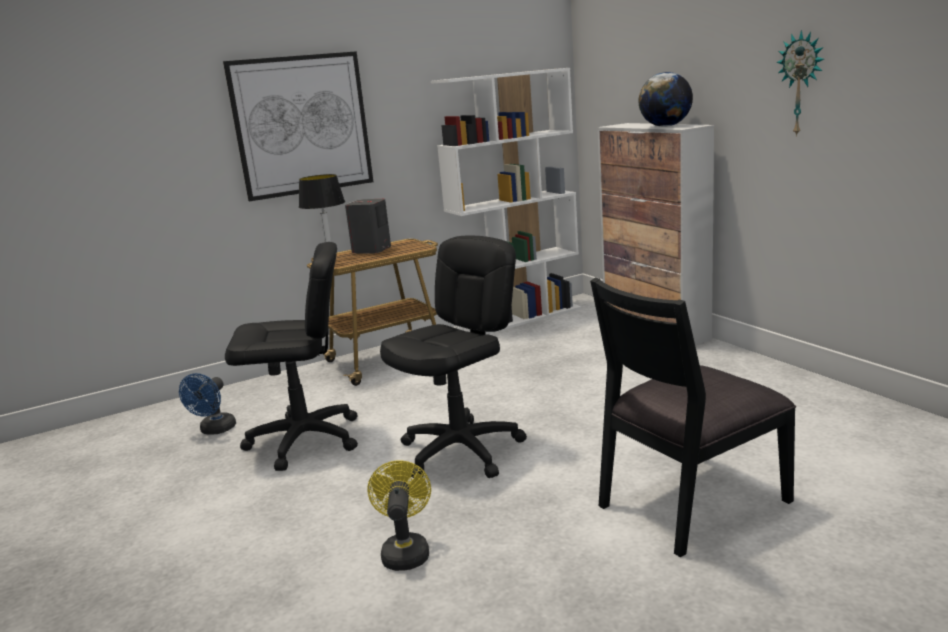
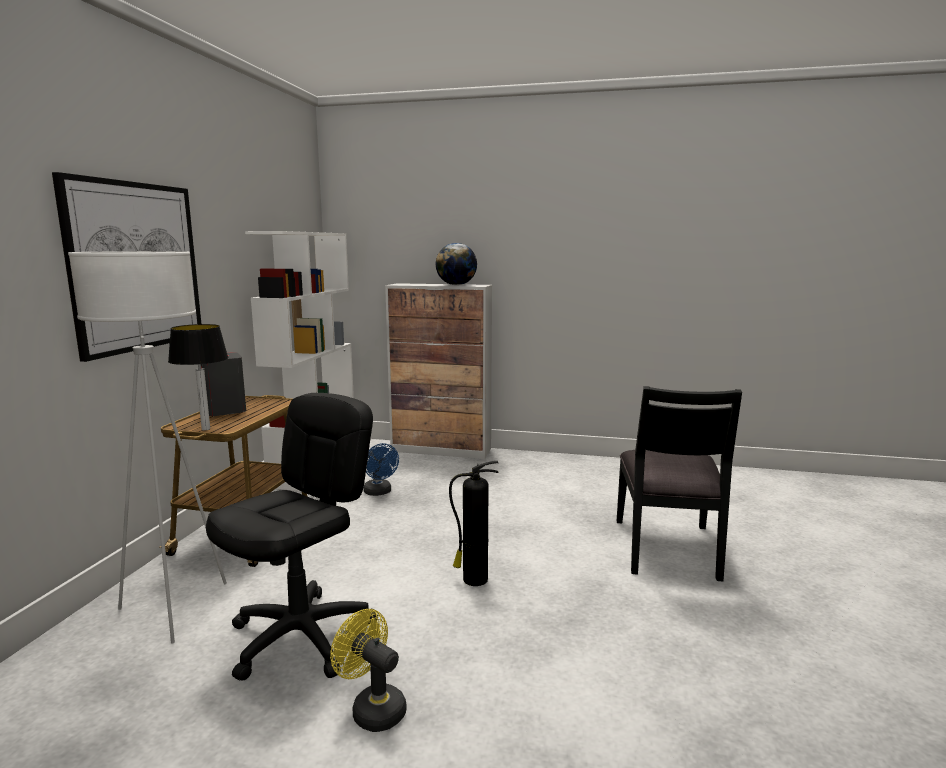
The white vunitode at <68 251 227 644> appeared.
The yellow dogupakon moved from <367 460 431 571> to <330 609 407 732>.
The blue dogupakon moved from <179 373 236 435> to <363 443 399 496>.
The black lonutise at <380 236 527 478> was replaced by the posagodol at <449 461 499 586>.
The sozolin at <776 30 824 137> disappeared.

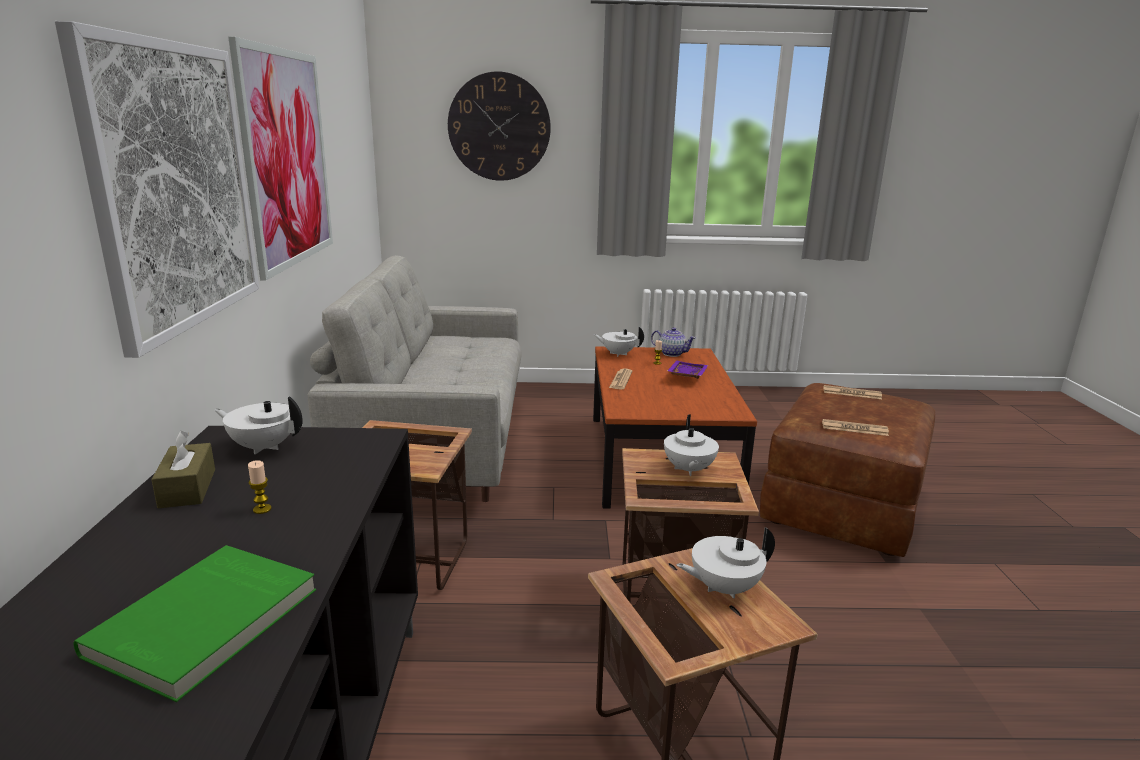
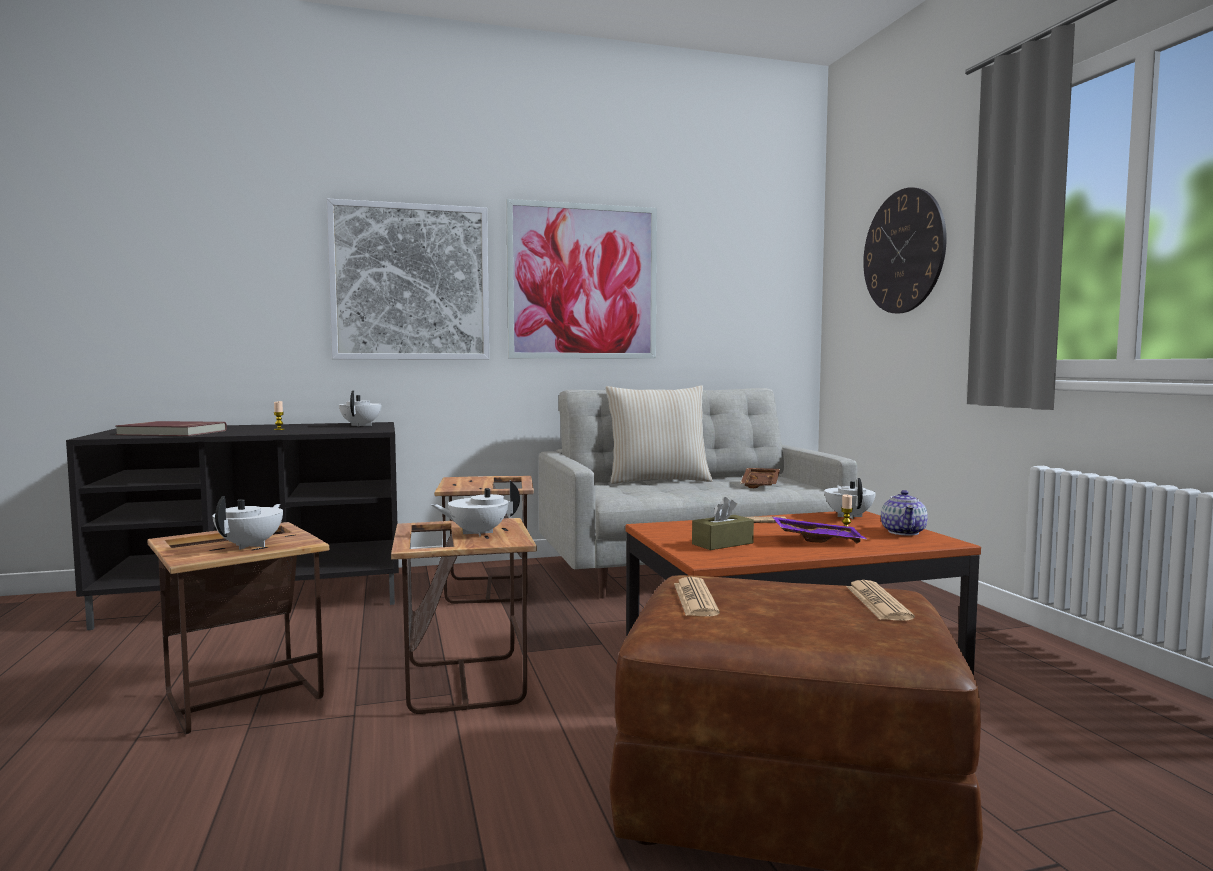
The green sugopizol at <73 545 316 702> became the red sugopizol at <115 421 227 436>.
The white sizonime at <677 527 775 599> turned 45 degrees clockwise.
The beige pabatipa at <605 386 713 484> appeared.
The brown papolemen moved from <151 430 215 509> to <692 497 754 550>.
The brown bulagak at <740 468 780 488> appeared.

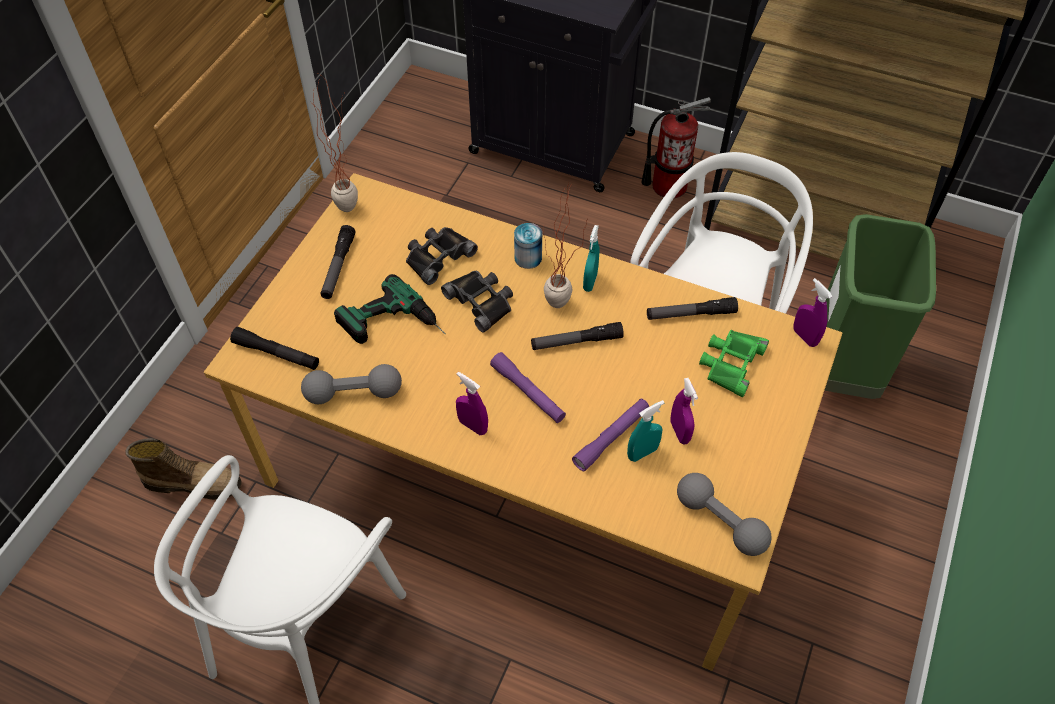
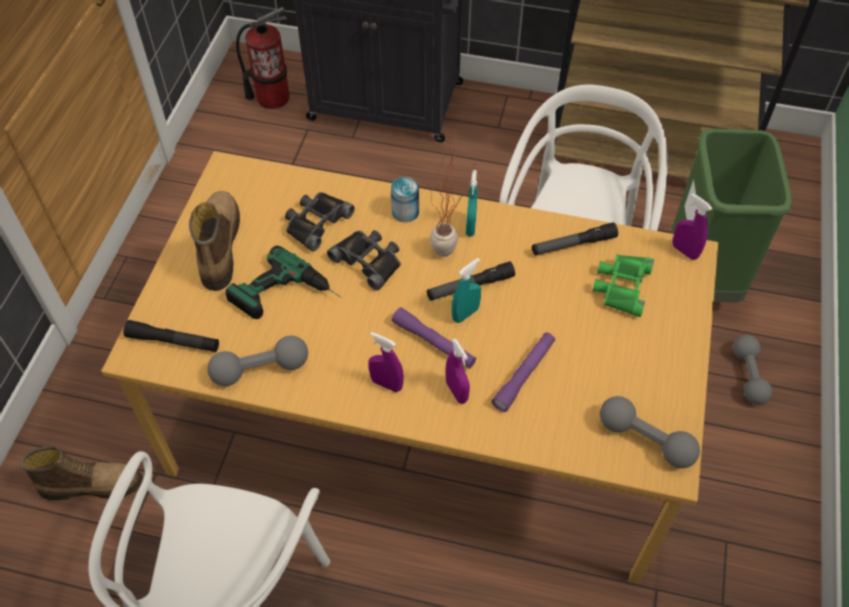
The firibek at <321 225 356 299> was replaced by the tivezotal at <189 191 240 291>.
The posagodol moved from <641 97 711 199> to <236 7 290 109>.
The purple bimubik moved from <670 378 698 444> to <446 338 470 404>.
The turquoise bimubik moved from <627 400 664 462> to <451 258 481 323>.
The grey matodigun at <733 335 772 405> appeared.
The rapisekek at <313 74 358 212> disappeared.

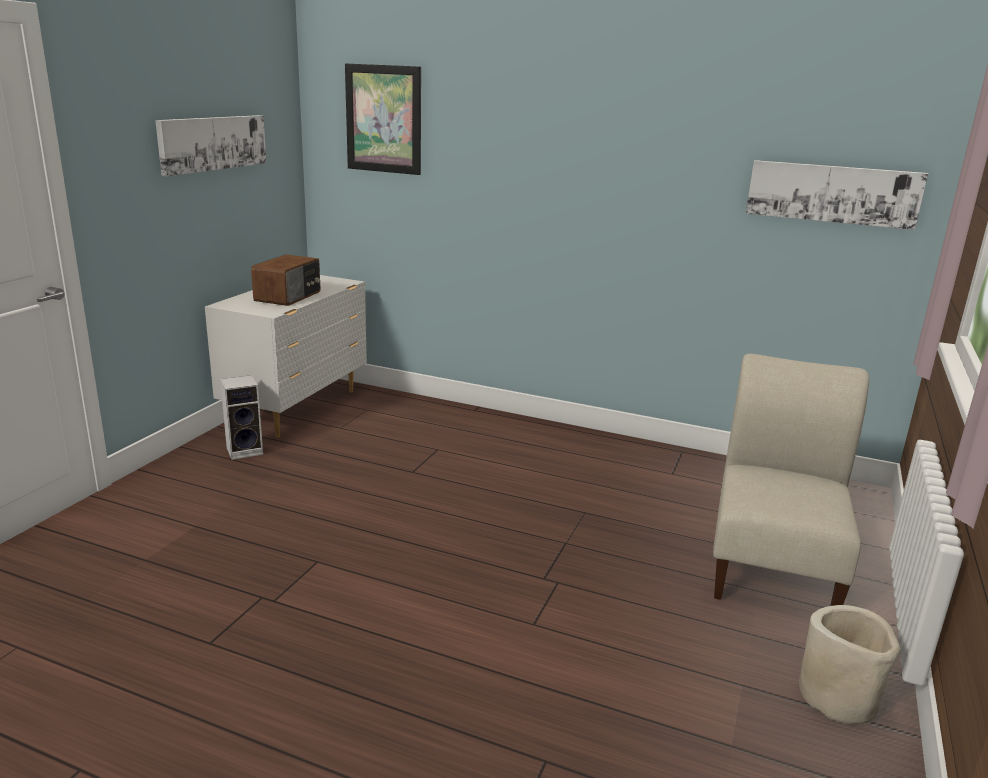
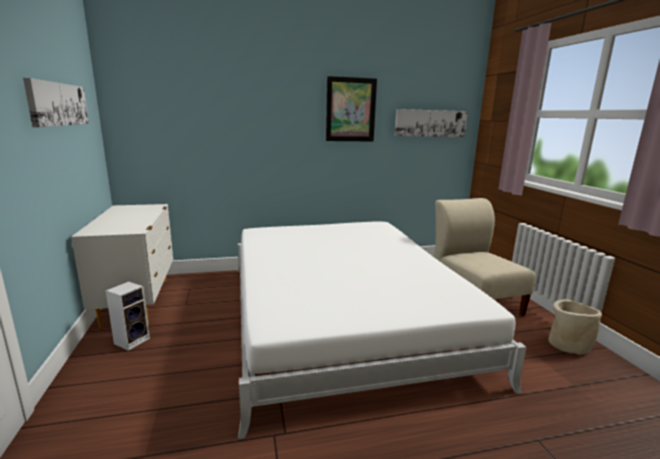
The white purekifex at <237 222 527 439> appeared.
The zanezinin moved from <345 64 421 175> to <326 76 377 142>.
The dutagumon at <251 254 320 306> disappeared.

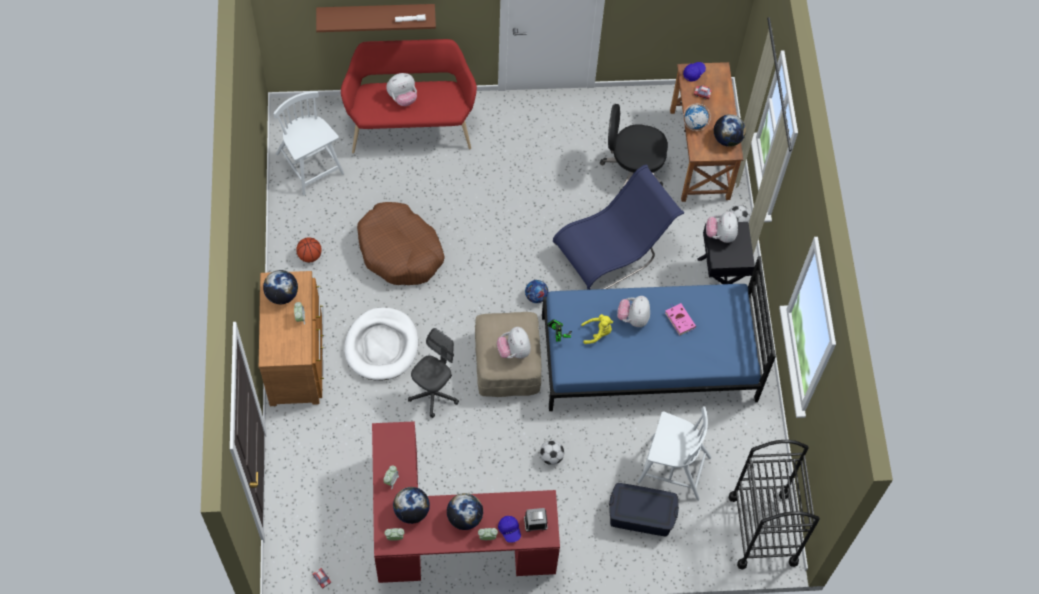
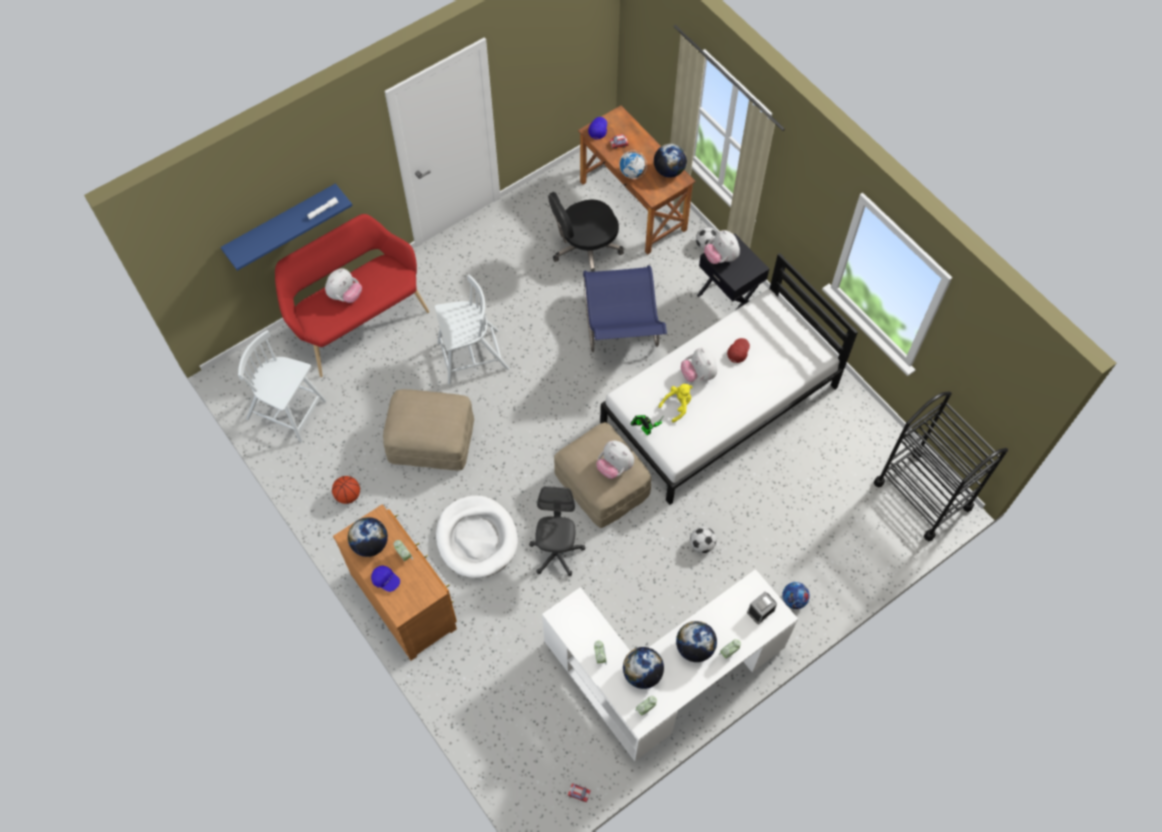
The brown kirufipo at <316 4 436 32> became the blue kirufipo at <221 183 352 271>.
The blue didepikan moved from <498 516 521 543> to <371 566 400 592>.
The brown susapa at <357 202 445 285> was replaced by the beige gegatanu at <383 389 474 470>.
The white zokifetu moved from <637 406 711 501> to <435 274 509 385>.
The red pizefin at <372 421 560 583> became the white pizefin at <542 569 798 761>.
The blue zokifetu at <553 164 684 290> turned 150 degrees clockwise.
The blue purekifex at <542 256 776 411> became the white purekifex at <600 253 858 505>.
The pink sugopizol at <665 303 696 336> was replaced by the red didepikan at <727 338 750 363>.
The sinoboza moved from <525 280 548 303> to <782 582 810 609>.
The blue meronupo at <609 483 679 537> disappeared.

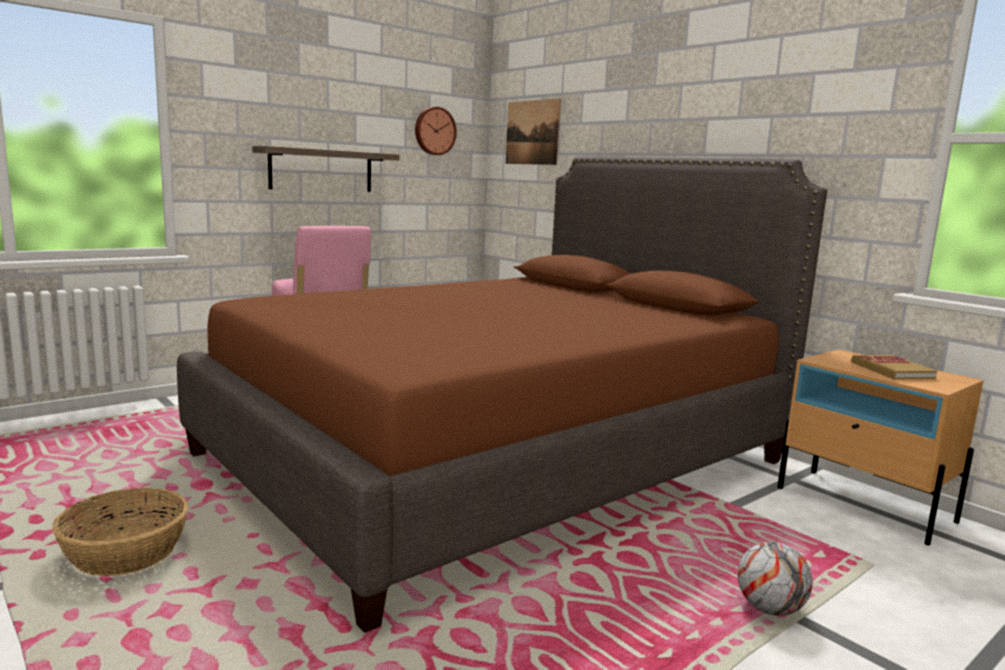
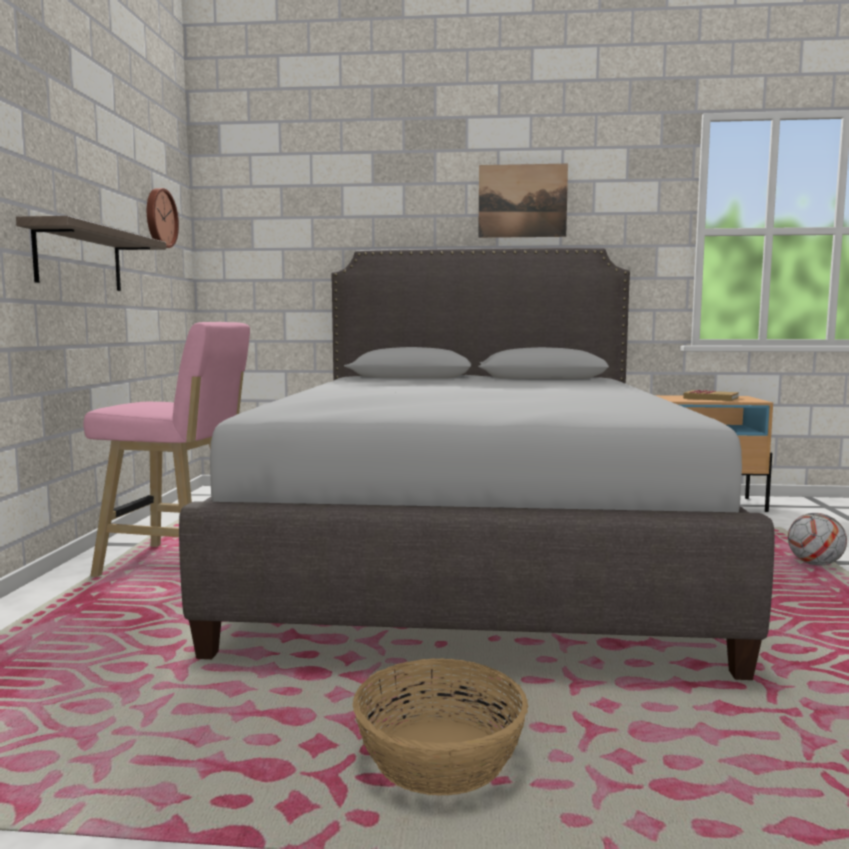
The brown purekifex at <177 157 827 633> became the grey purekifex at <179 248 774 680>.
The zanezinin moved from <506 99 561 165> to <478 164 568 238>.

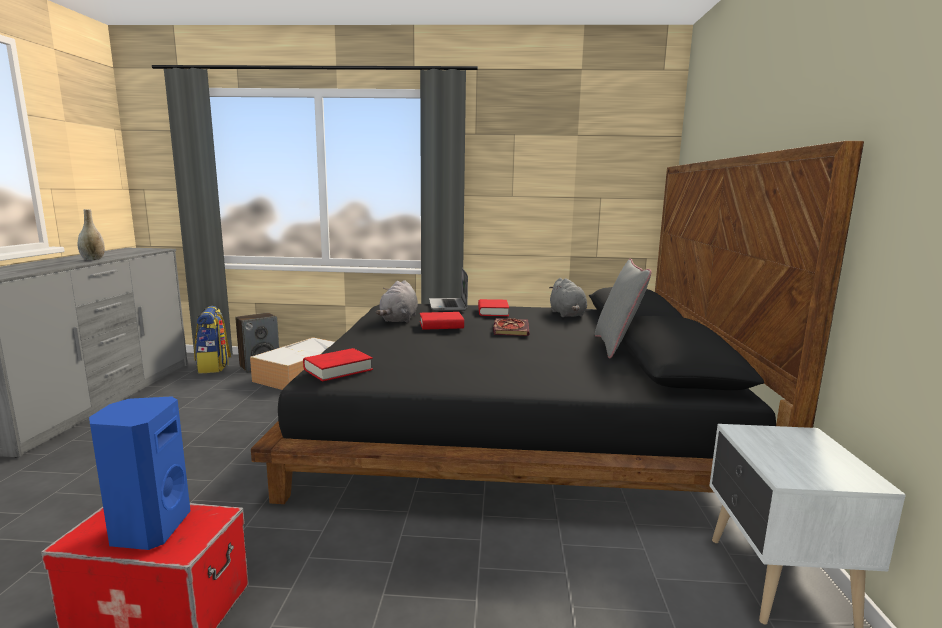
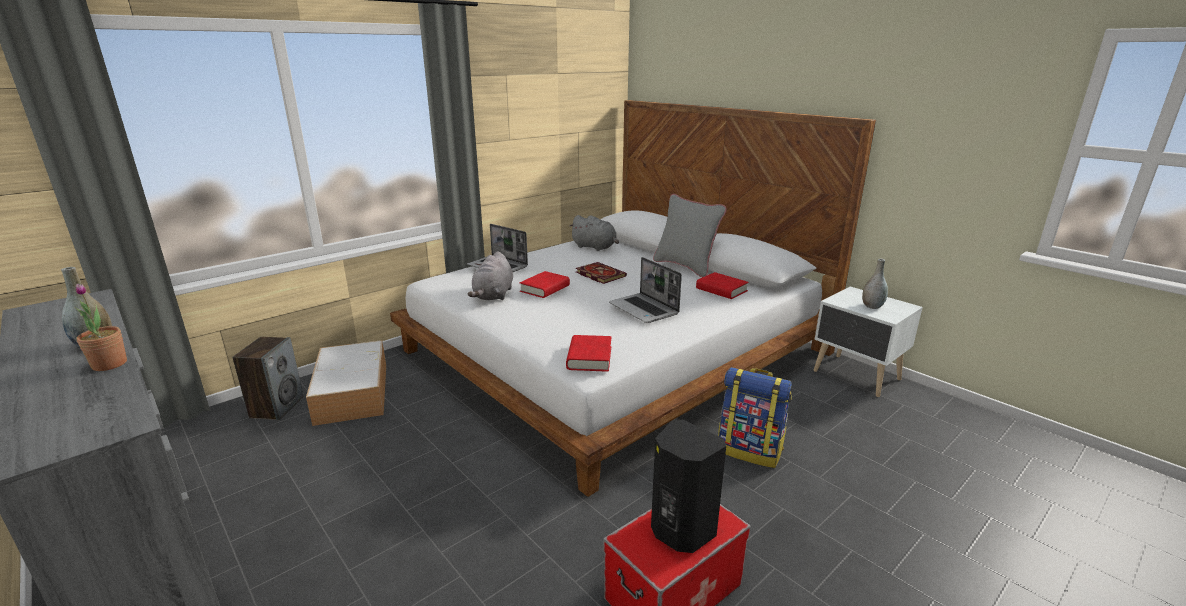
The rapisekek at <75 284 127 371> appeared.
The black purekifex at <251 141 864 504> became the white purekifex at <390 100 876 497>.
The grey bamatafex at <376 280 418 323> turned 45 degrees clockwise.
The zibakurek at <609 257 682 323> appeared.
The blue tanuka at <89 396 191 550> became the black tanuka at <651 420 726 553>.
The red sugopizol moved from <478 299 509 316> to <696 272 749 299>.
The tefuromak moved from <194 306 231 374> to <718 367 792 468>.
The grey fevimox at <862 259 888 309> appeared.

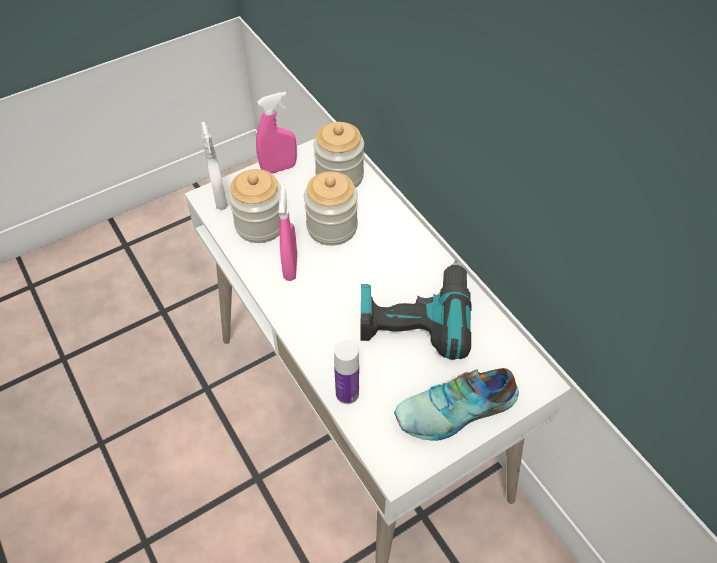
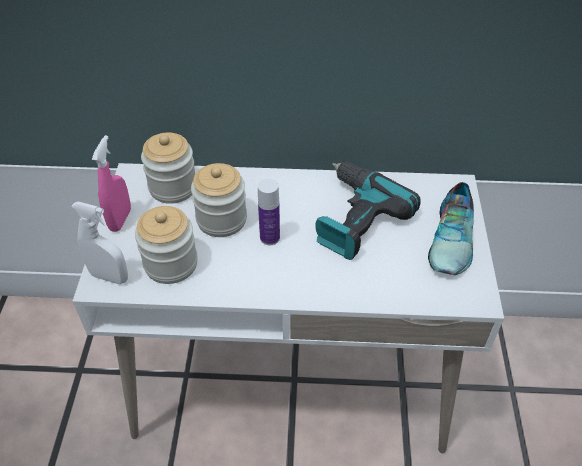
The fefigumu moved from <334 340 359 404> to <258 179 280 245>.
The pink bimubik at <279 184 297 281> disappeared.

